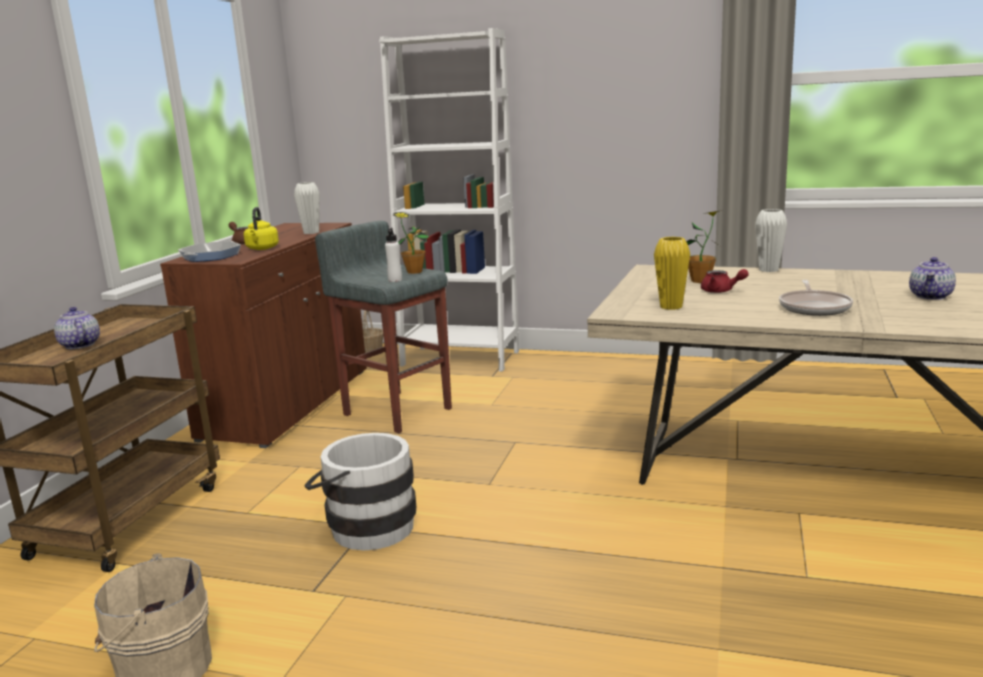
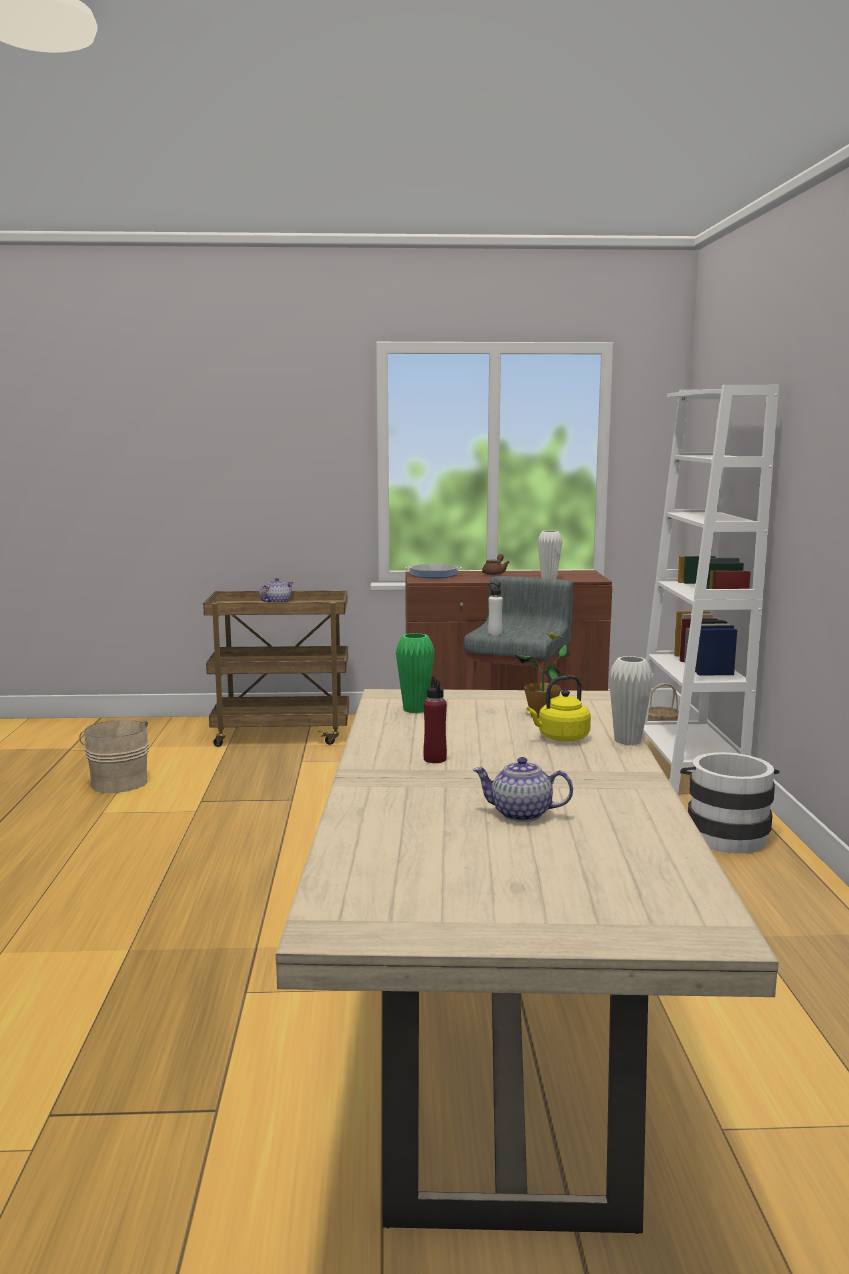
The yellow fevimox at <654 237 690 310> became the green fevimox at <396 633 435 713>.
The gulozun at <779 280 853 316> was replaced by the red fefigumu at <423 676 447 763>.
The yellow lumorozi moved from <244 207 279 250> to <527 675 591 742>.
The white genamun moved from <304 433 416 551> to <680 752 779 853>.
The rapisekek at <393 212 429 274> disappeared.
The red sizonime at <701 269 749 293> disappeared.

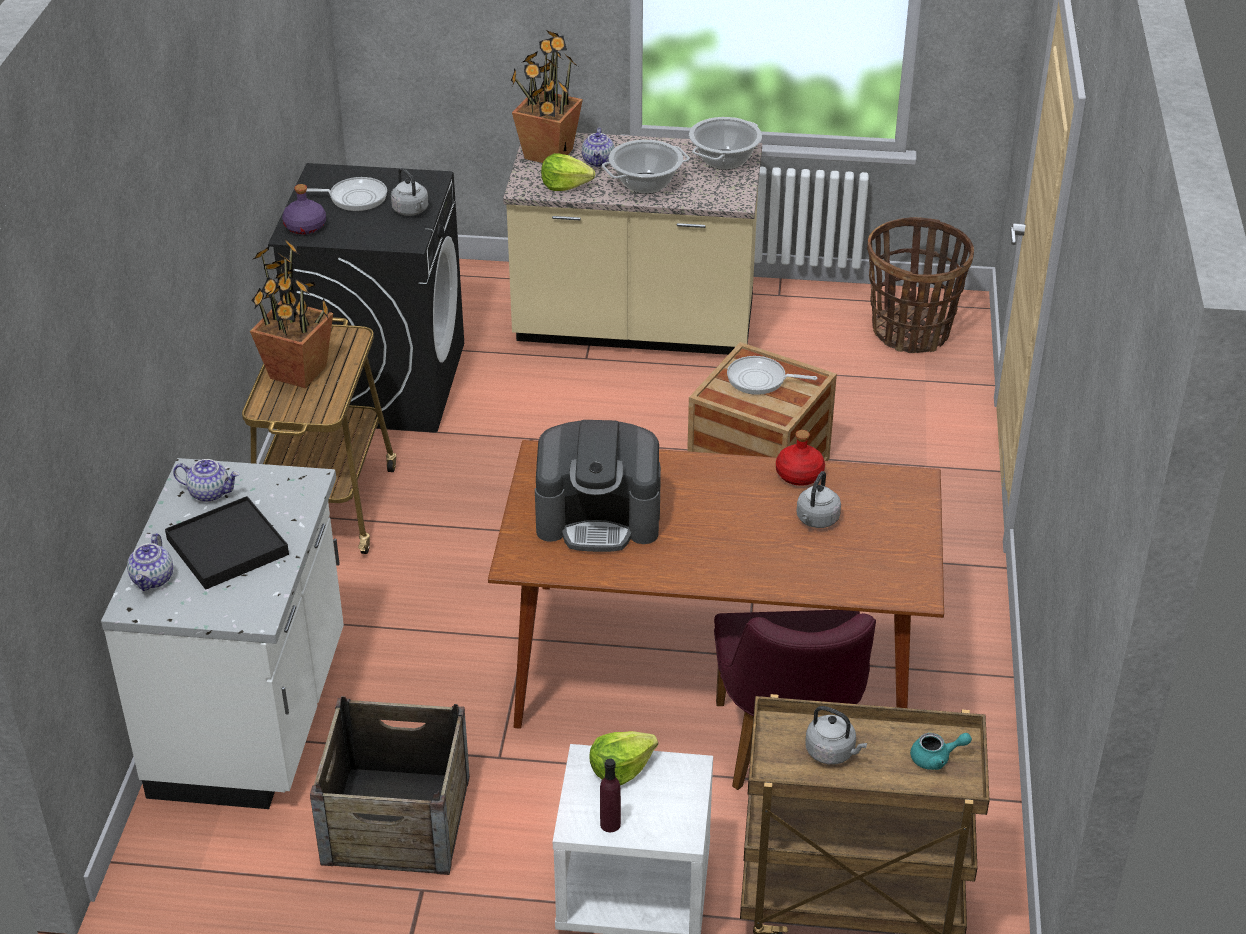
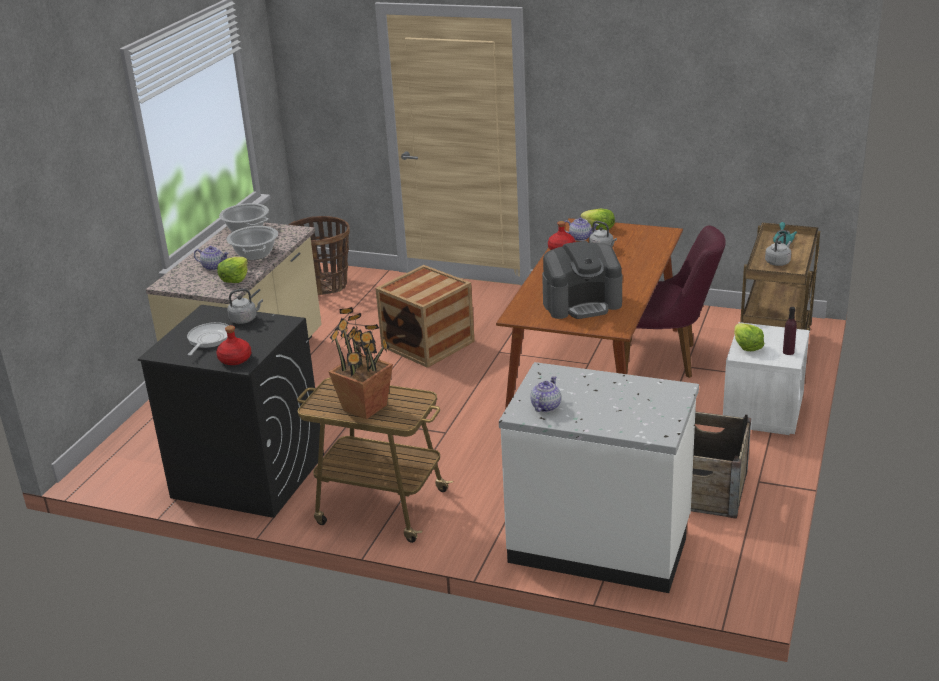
The purple fefigumu at <282 184 326 234> became the red fefigumu at <216 325 252 365>.
The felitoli at <535 420 661 552> turned 60 degrees clockwise.
The sizonime moved from <127 533 173 591> to <564 217 599 241>.
The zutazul at <581 209 615 230> appeared.
The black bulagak at <165 496 289 590> disappeared.
The rapisekek at <511 30 583 163> disappeared.
The gulozun at <727 356 817 395> disappeared.

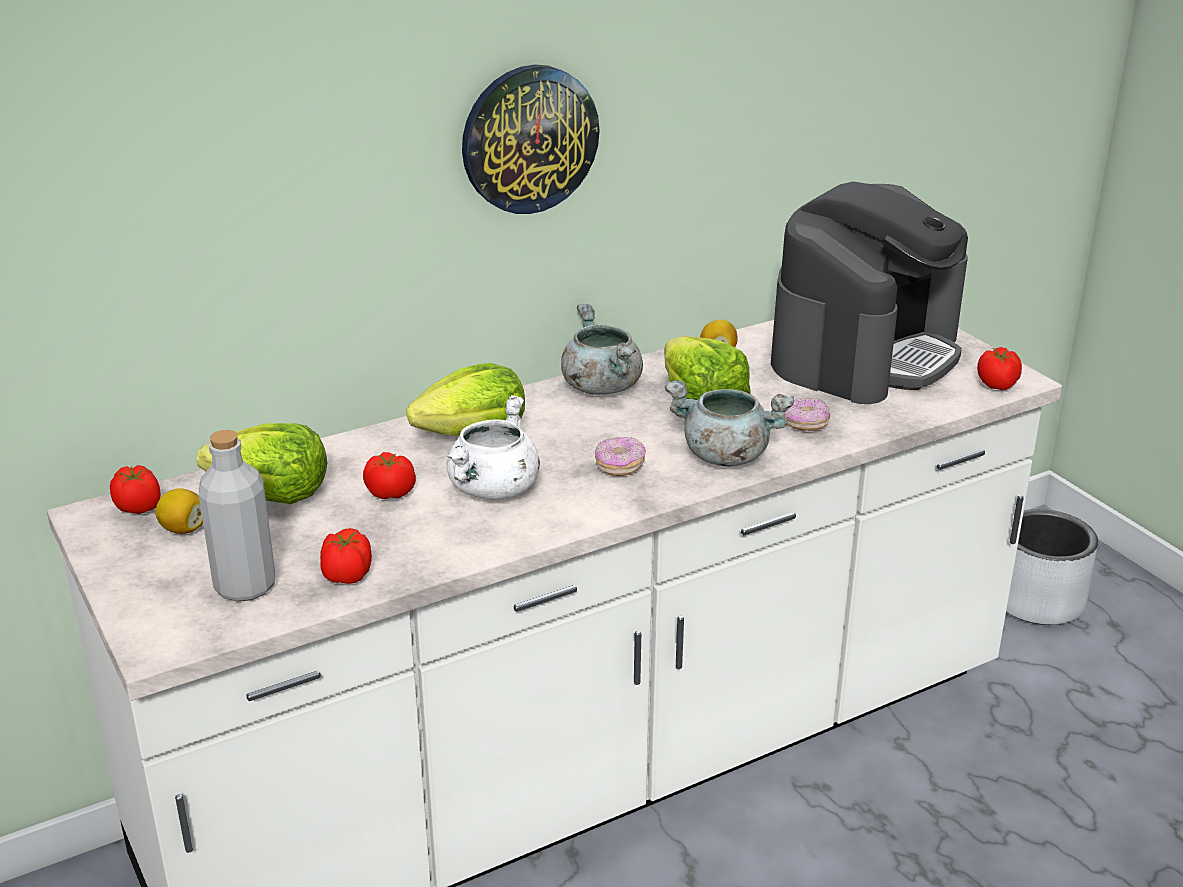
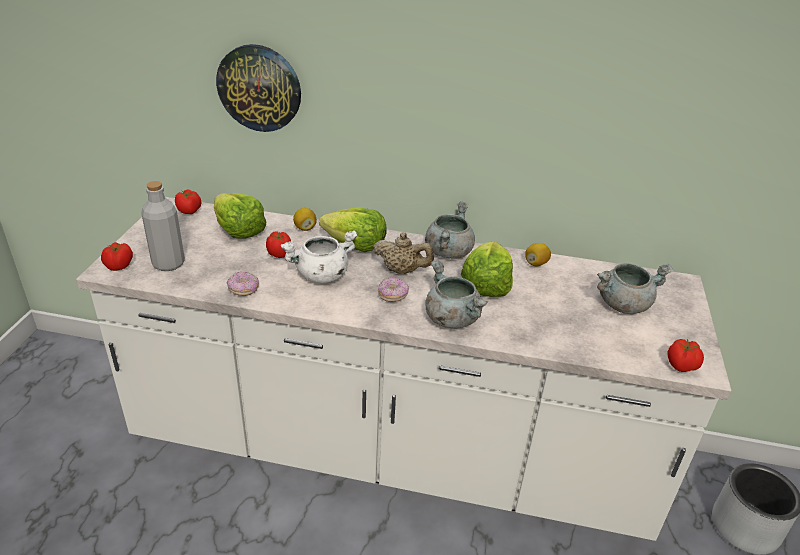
The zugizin moved from <320 528 372 584> to <101 242 133 271>.
The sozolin moved from <462 65 600 214> to <216 44 301 132>.
The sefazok moved from <785 398 830 431> to <227 271 259 296>.
The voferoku moved from <155 488 203 534> to <293 208 317 231>.
The beige sizonime at <373 232 434 274> appeared.
The felitoli at <771 182 968 404> was replaced by the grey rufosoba at <597 264 673 314>.

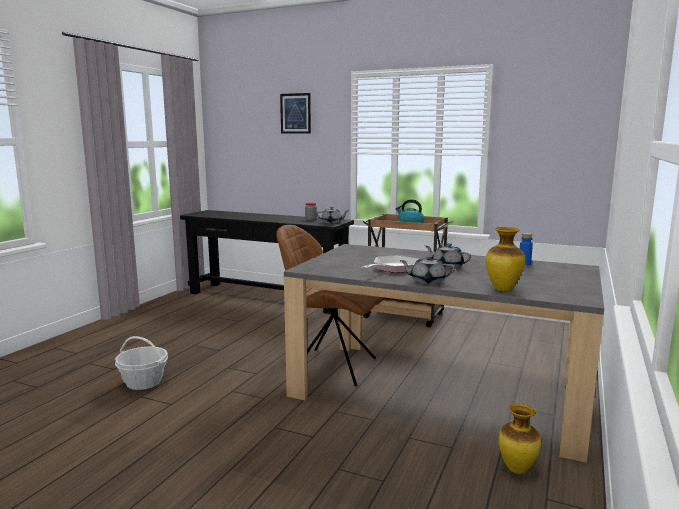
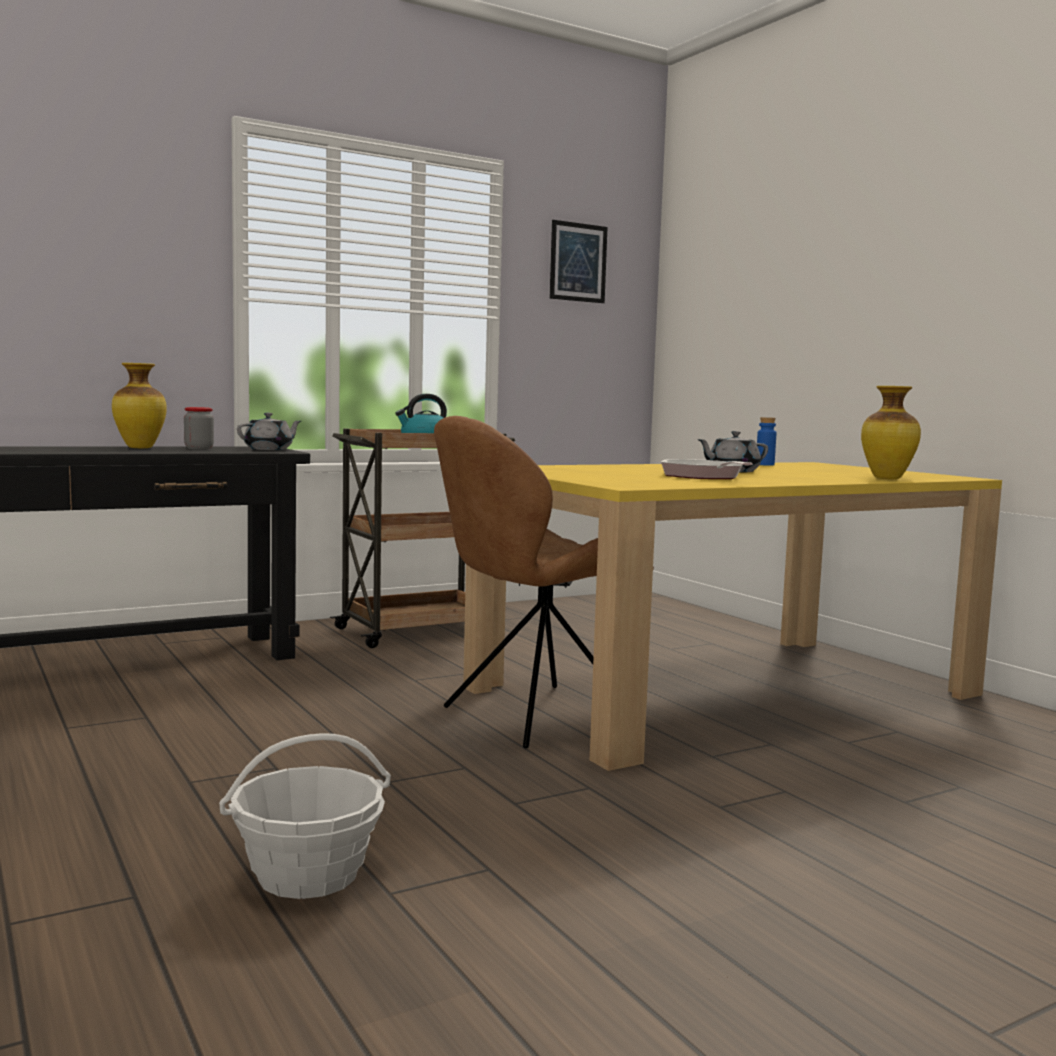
The fevimox moved from <498 404 541 474> to <112 363 167 448>.
The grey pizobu at <284 244 604 463> became the yellow pizobu at <463 462 1002 771>.
The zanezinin moved from <280 93 311 134> to <550 220 608 303>.
The grey sizonime at <400 256 455 285> disappeared.

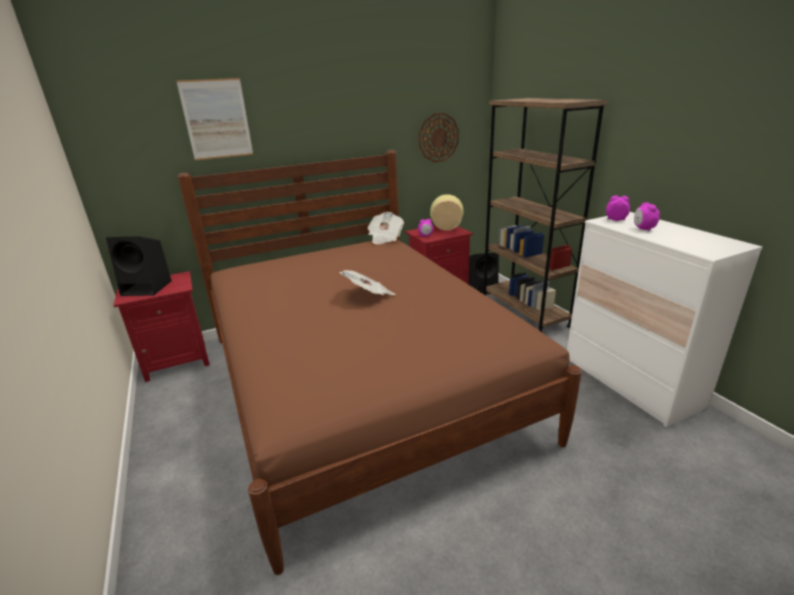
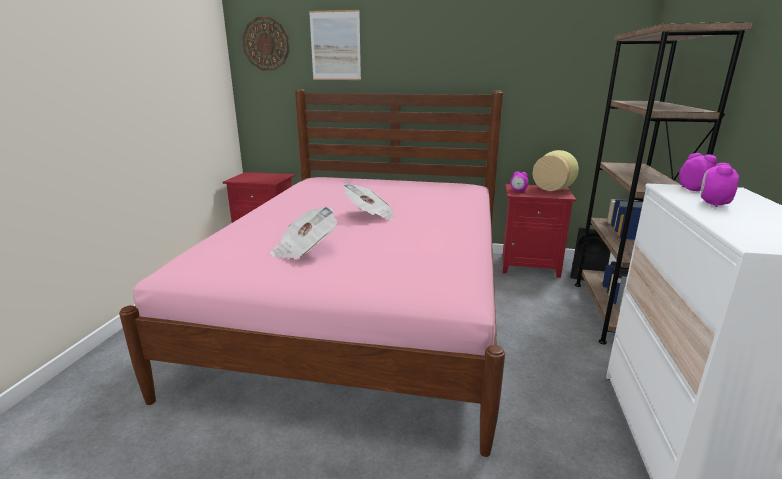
The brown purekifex at <178 150 582 575> became the pink purekifex at <119 89 505 457>.
The sozolin moved from <418 113 459 162> to <242 17 290 71>.
The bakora moved from <367 212 404 244> to <270 207 337 260>.
The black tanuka at <106 236 172 296> disappeared.

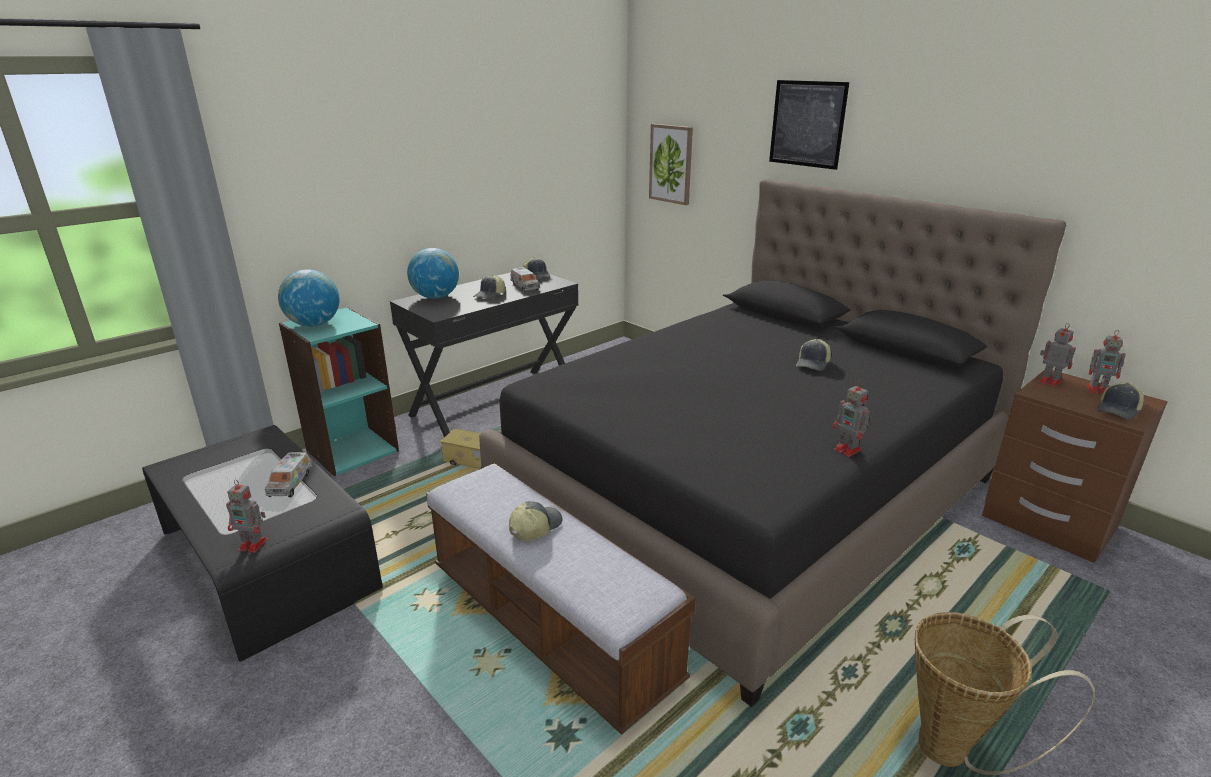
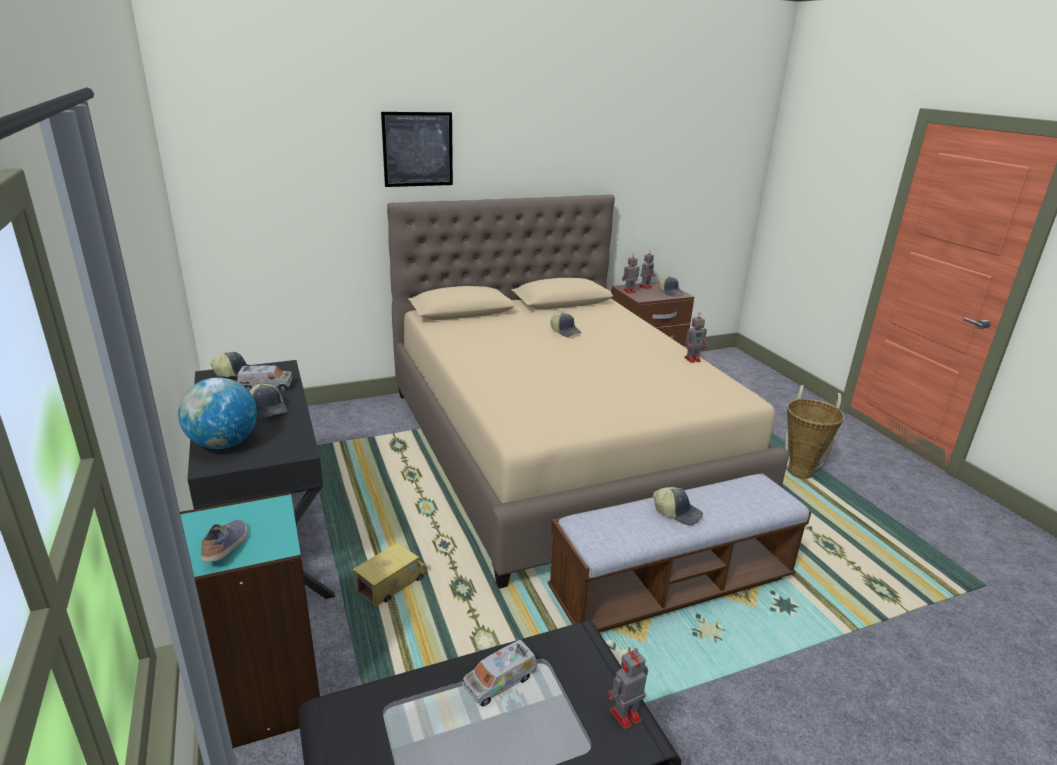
The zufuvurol at <278 269 340 327> was replaced by the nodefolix at <201 520 248 562>.
The black purekifex at <479 178 1066 707> became the beige purekifex at <387 194 789 589>.
The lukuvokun at <265 452 312 498> turned 120 degrees clockwise.
The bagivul at <226 480 268 553> turned 150 degrees counterclockwise.
The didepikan at <509 501 562 541> turned 150 degrees clockwise.
The zanezinin at <649 124 693 205> disappeared.

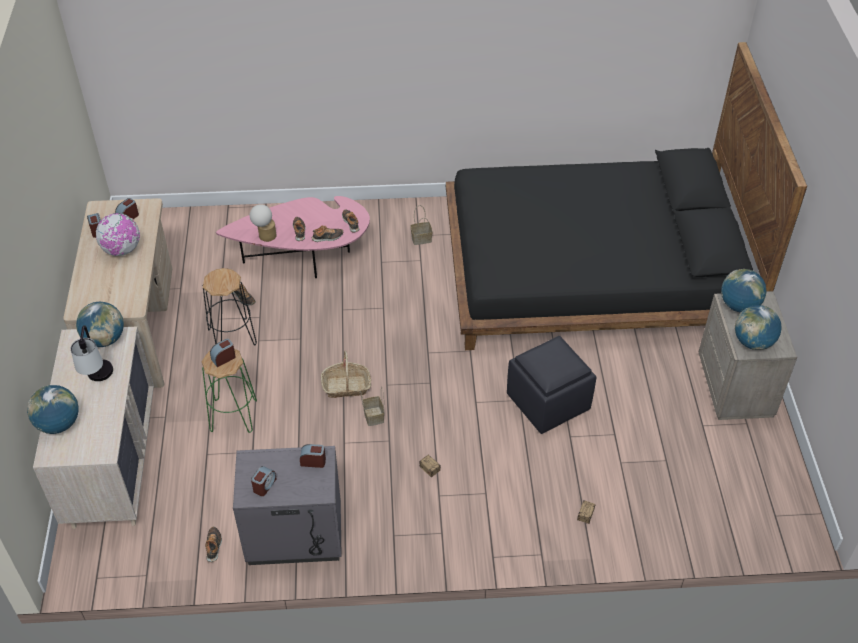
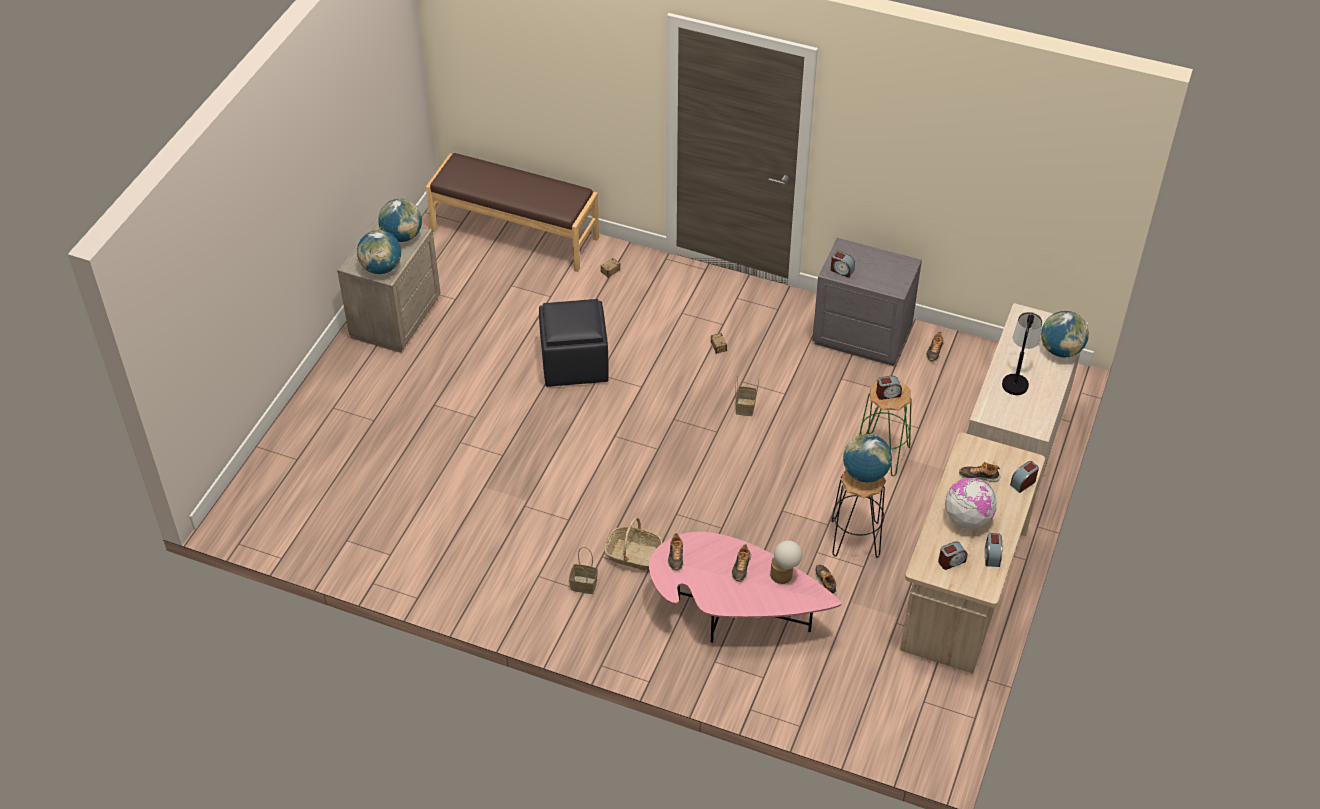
The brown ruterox at <426 153 599 272> appeared.
The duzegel moved from <321 351 371 398> to <604 517 662 570>.
The zufuvurol moved from <76 302 124 347> to <843 434 892 482>.
The nodefolix moved from <312 225 343 242> to <959 462 1000 482>.
The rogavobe moved from <251 466 276 496> to <1010 461 1039 493>.
The black purekifex at <446 42 807 350> disappeared.

